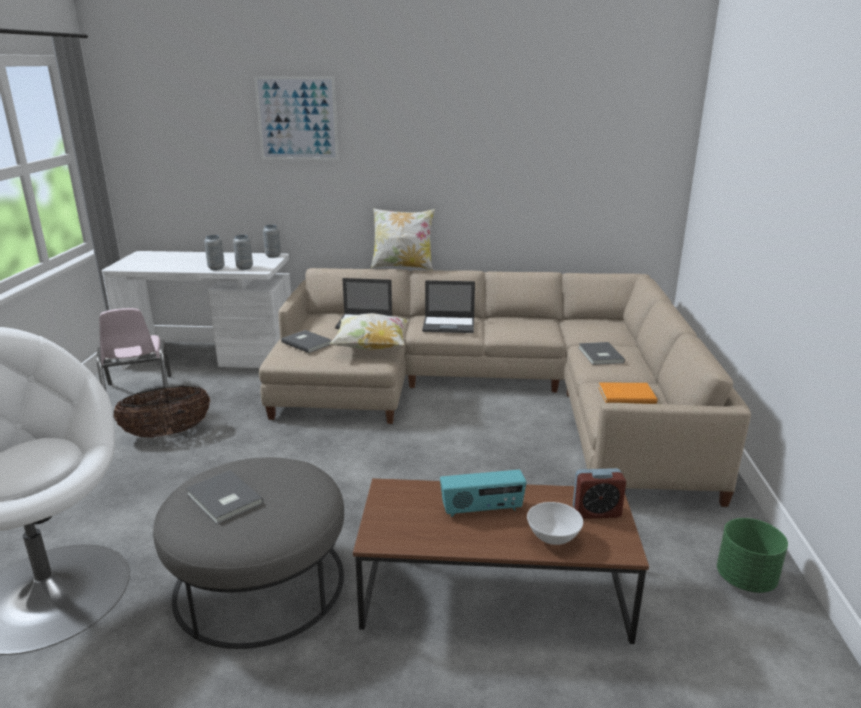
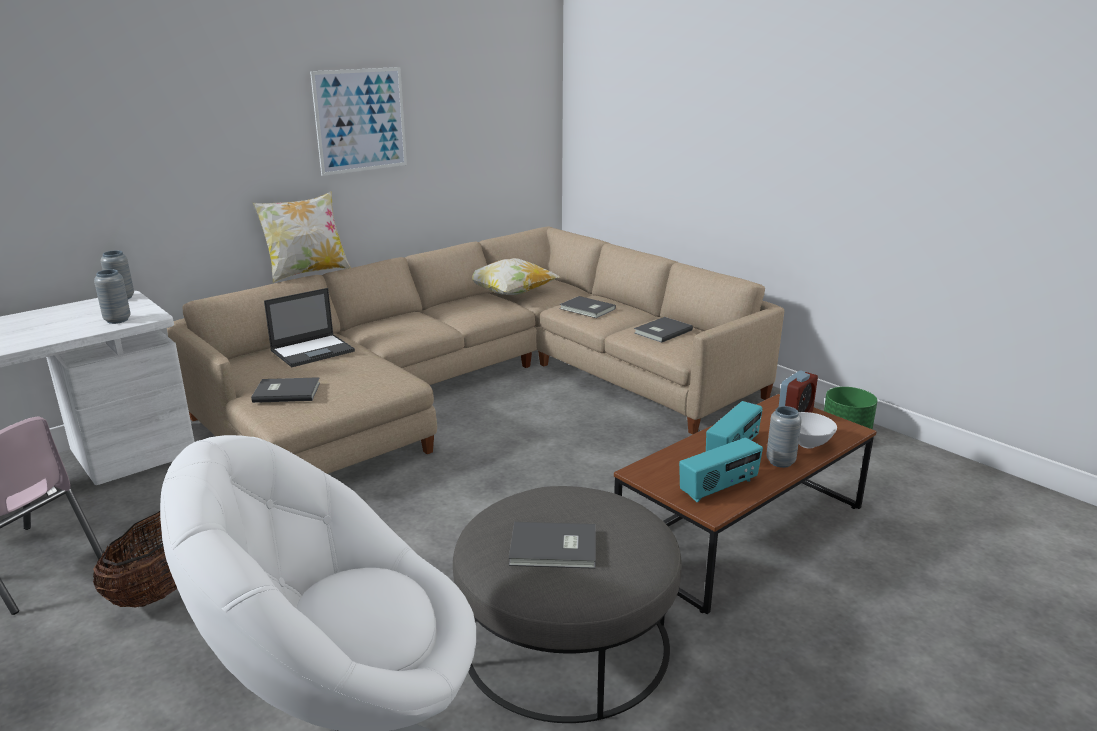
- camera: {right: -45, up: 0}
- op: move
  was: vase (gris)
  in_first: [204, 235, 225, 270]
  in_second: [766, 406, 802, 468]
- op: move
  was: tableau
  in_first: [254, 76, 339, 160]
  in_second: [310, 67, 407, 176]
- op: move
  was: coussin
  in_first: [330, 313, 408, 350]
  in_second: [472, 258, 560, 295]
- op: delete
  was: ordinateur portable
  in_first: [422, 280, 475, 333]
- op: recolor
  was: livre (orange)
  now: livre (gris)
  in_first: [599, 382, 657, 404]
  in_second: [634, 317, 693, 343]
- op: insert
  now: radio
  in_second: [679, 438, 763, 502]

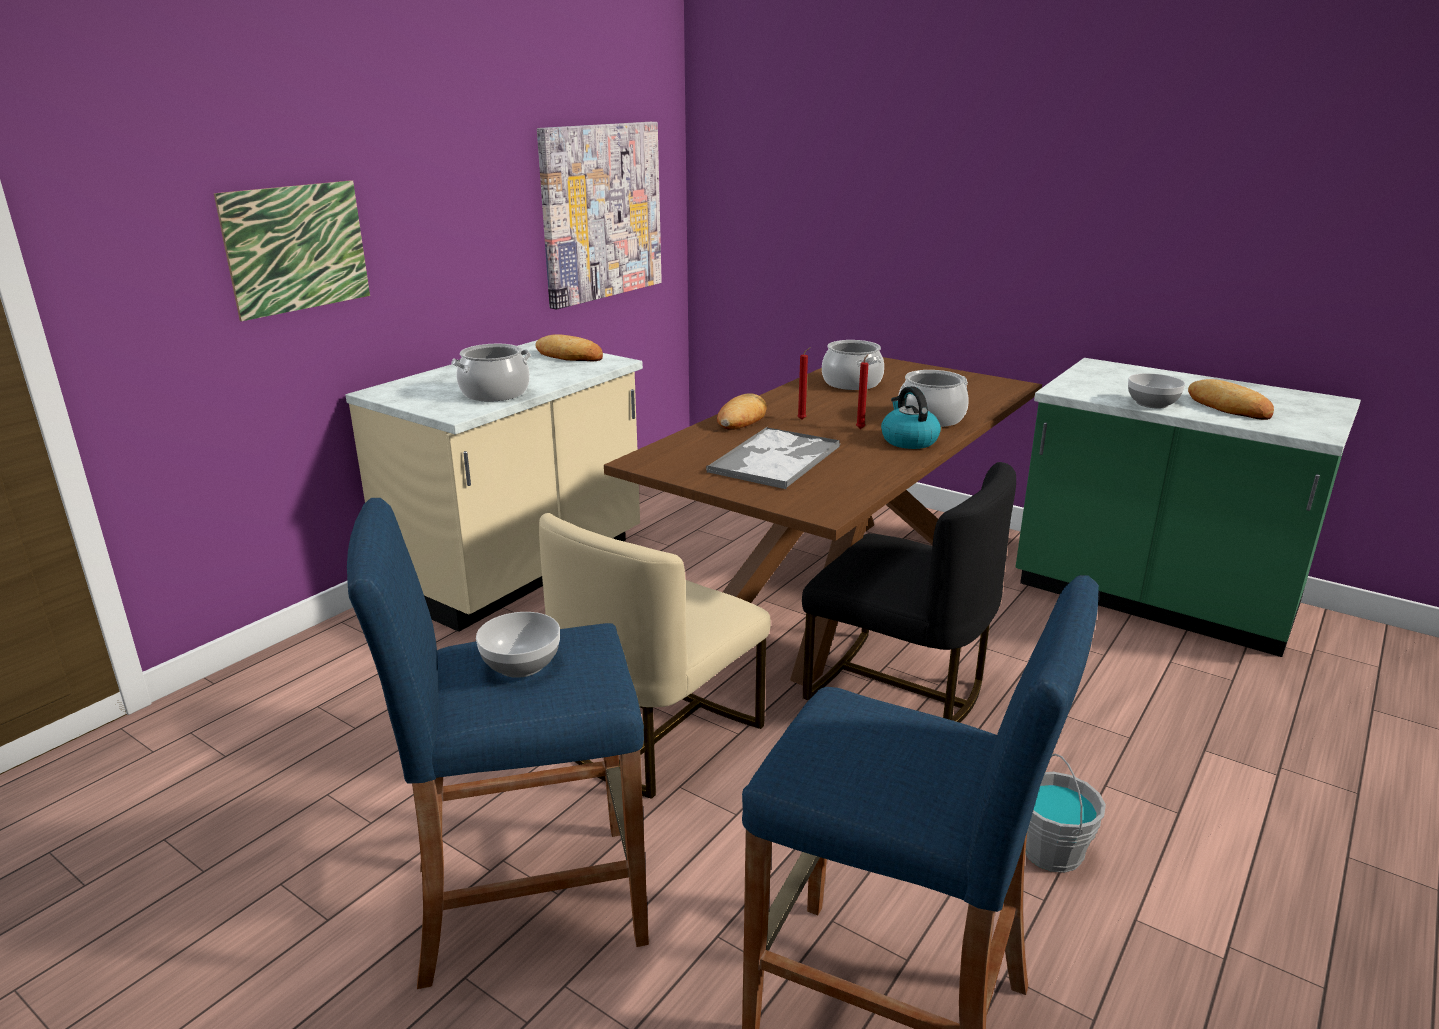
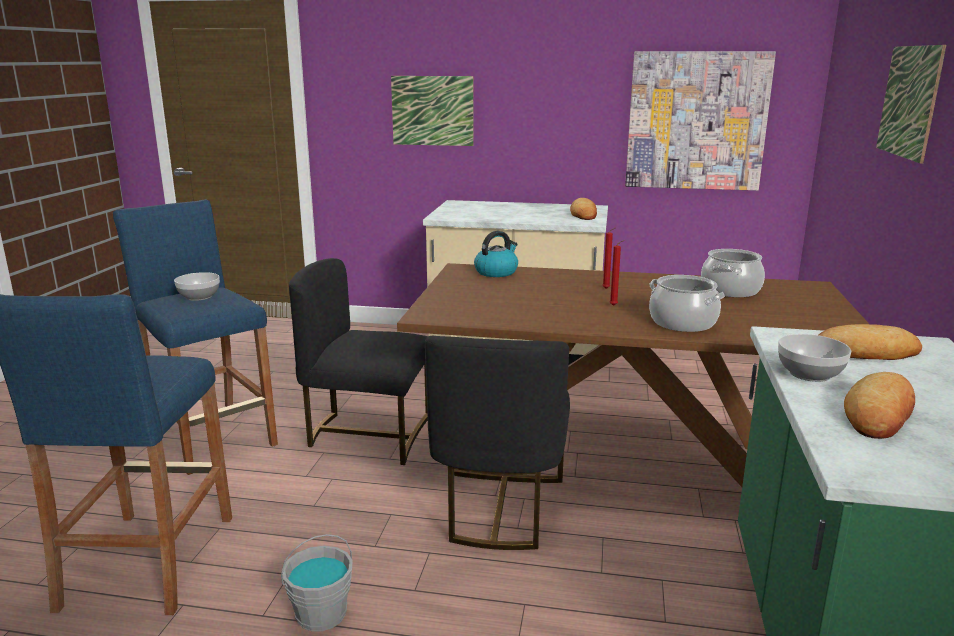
- camera: {right: 65, up: -5}
- op: delete
  was: marmite
  in_first: [451, 344, 531, 402]
- op: recolor
  was: chaise (beige)
  now: chaise (noir)
  in_first: [539, 513, 771, 799]
  in_second: [289, 258, 429, 465]
- op: delete
  was: plateau
  in_first: [706, 427, 840, 489]
- op: move
  was: pain
  in_first: [717, 393, 767, 430]
  in_second: [818, 324, 922, 360]
- op: move
  was: bouilloire
  in_first: [881, 386, 941, 449]
  in_second: [474, 231, 518, 277]
- op: insert
  now: tableau
  in_second: [876, 45, 946, 164]

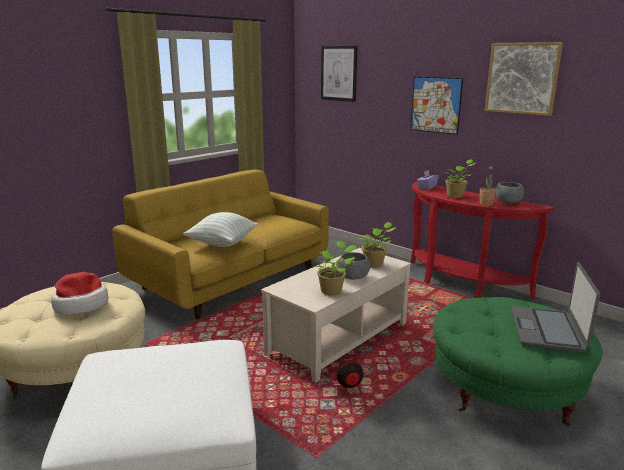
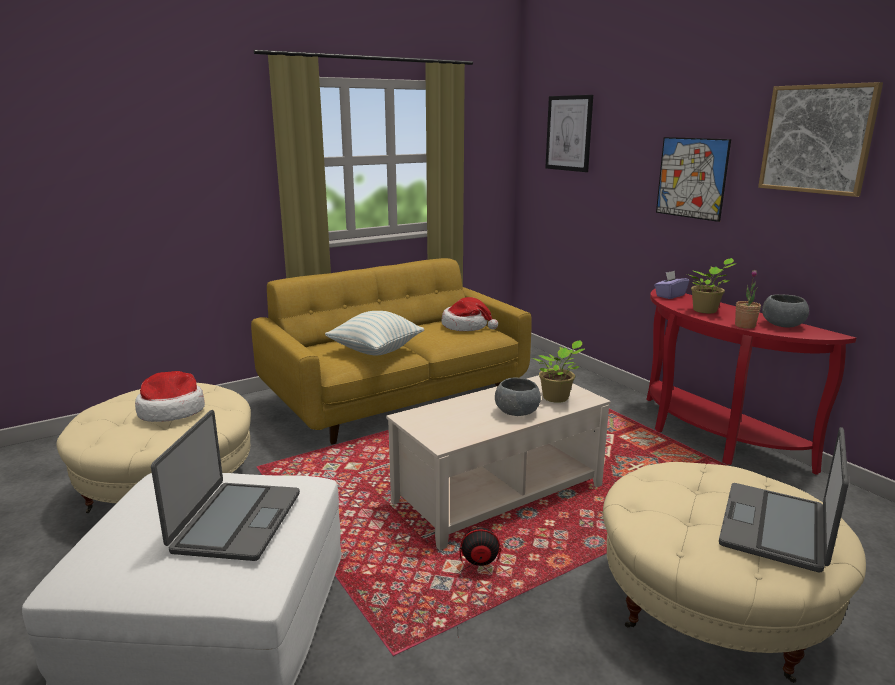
- camera: {right: 15, up: 0}
- op: delete
  was: plante en pot
  in_first: [315, 241, 357, 296]
- op: recolor
  was: pouf (vert)
  now: pouf (beige)
  in_first: [433, 297, 603, 426]
  in_second: [603, 462, 866, 683]
- op: insert
  now: ordinateur portable
  in_second: [151, 410, 300, 561]
- op: insert
  now: chapeau
  in_second: [441, 297, 498, 331]

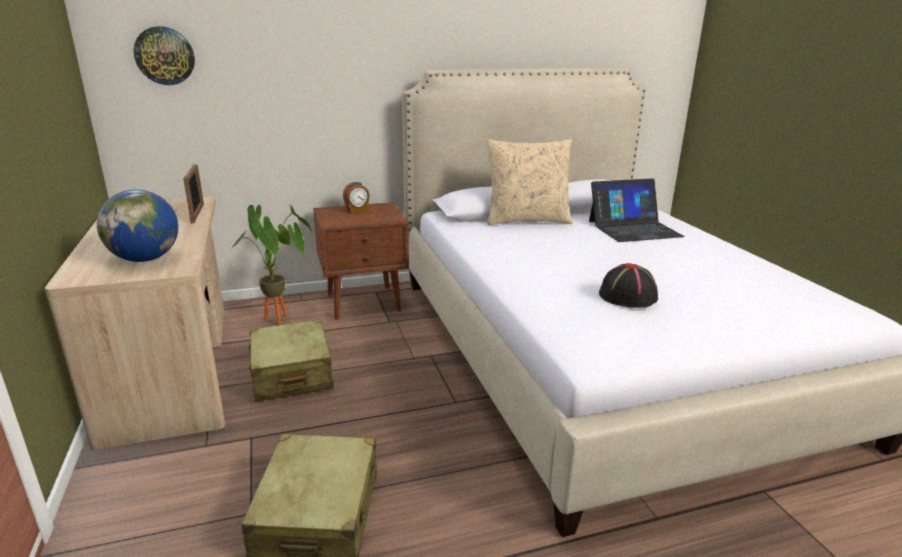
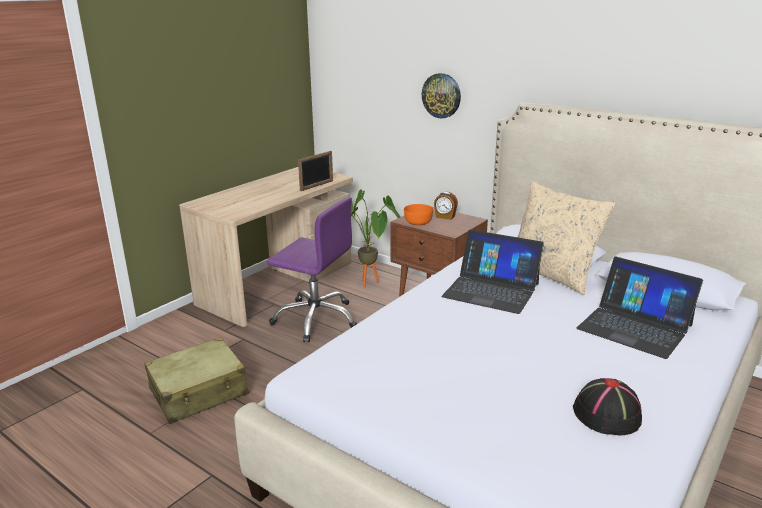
- camera: {right: 55, up: 0}
- op: delete
  was: globe
  in_first: [97, 189, 178, 262]
- op: move
  was: horloge murale
  in_first: [134, 26, 195, 85]
  in_second: [422, 73, 461, 119]
- op: replace
  was: valise (beige)
  now: chaise de bureau (violet)
  in_first: [248, 319, 334, 402]
  in_second: [267, 197, 357, 342]
- op: move
  was: chapeau (noir)
  in_first: [599, 263, 658, 308]
  in_second: [573, 378, 642, 435]
- op: insert
  now: bol (orange)
  in_second: [404, 204, 433, 225]
- op: insert
  now: ordinateur portable
  in_second: [442, 230, 544, 314]

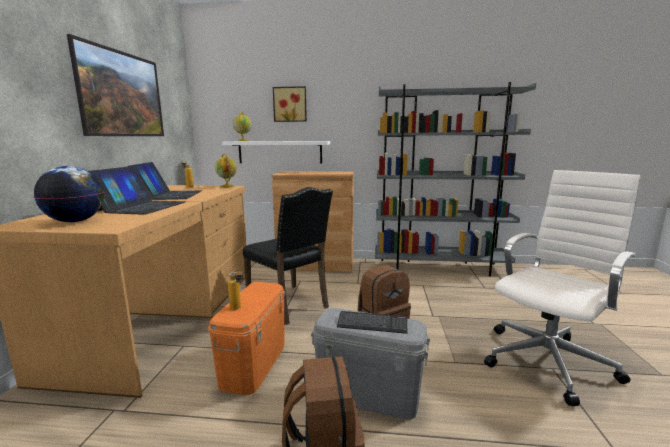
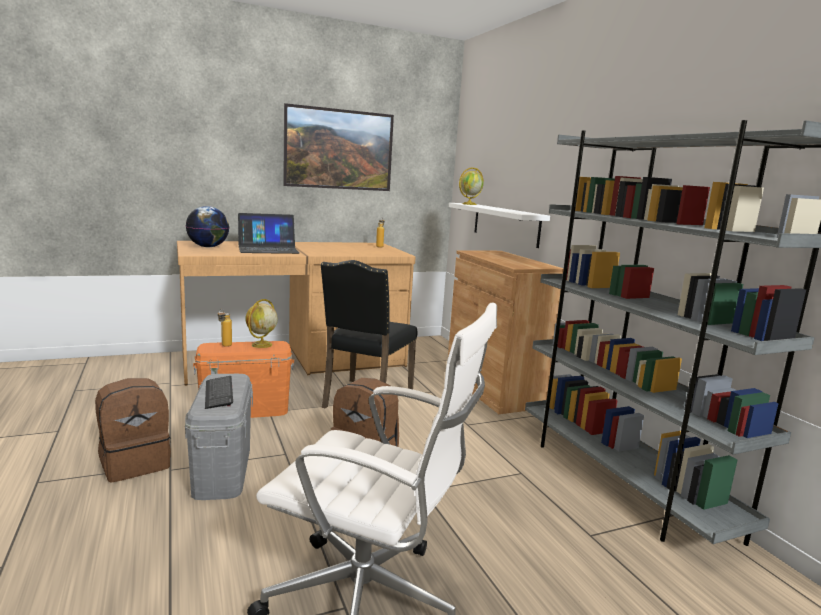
- camera: {right: 60, up: 0}
- op: delete
  was: ordinateur portable
  in_first: [127, 162, 203, 200]
- op: move
  was: globe
  in_first: [215, 154, 237, 188]
  in_second: [246, 299, 278, 348]
- op: delete
  was: tableau
  in_first: [273, 86, 307, 122]

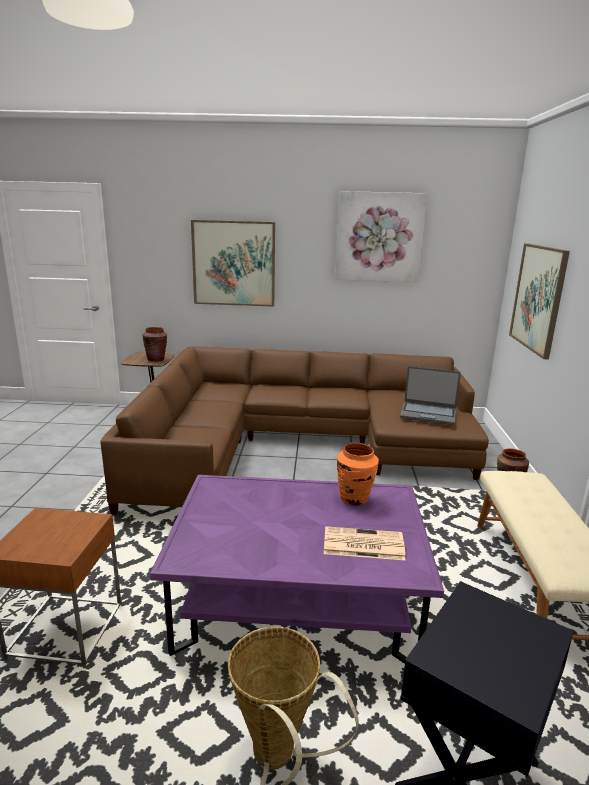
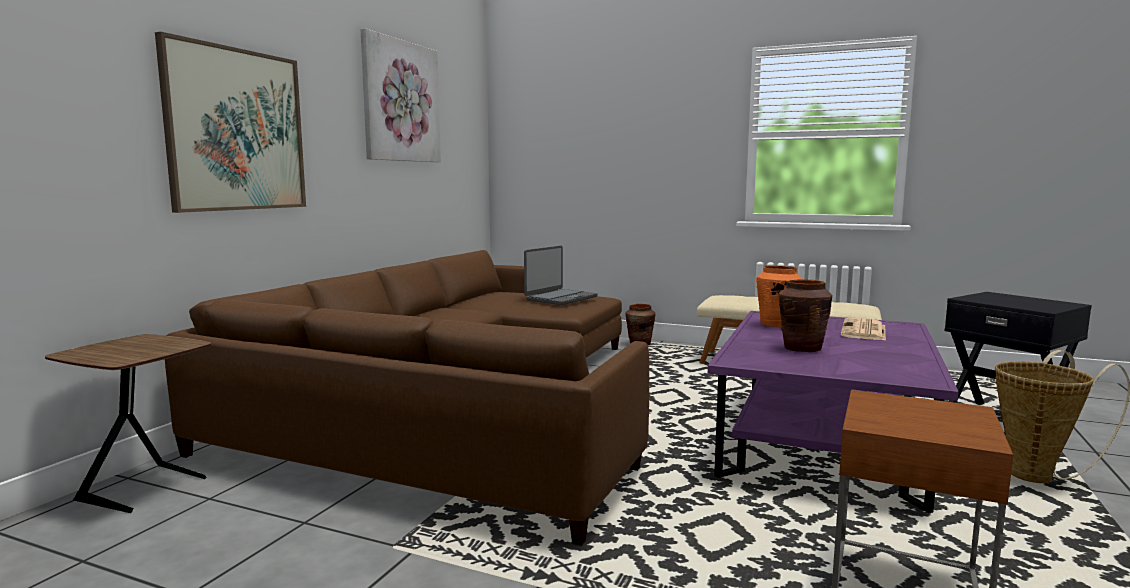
- camera: {right: -70, up: -10}
- op: move
  was: vase (marron)
  in_first: [143, 327, 167, 362]
  in_second: [778, 279, 832, 352]
- op: delete
  was: tableau
  in_first: [509, 243, 570, 360]

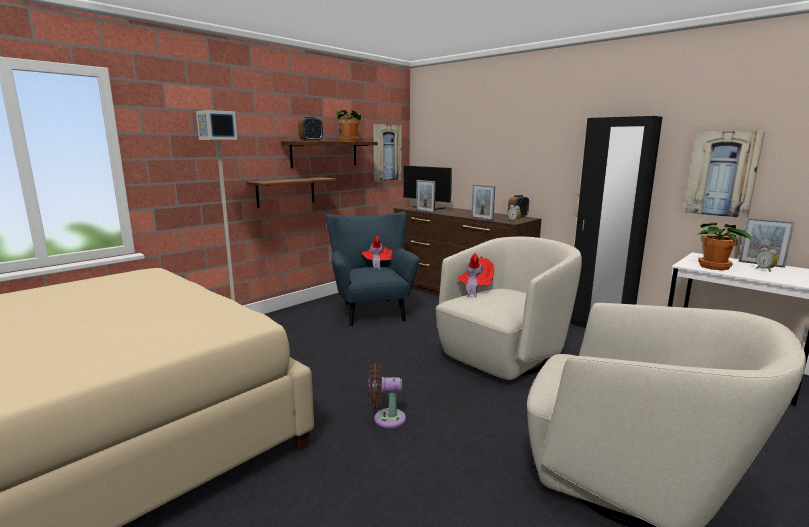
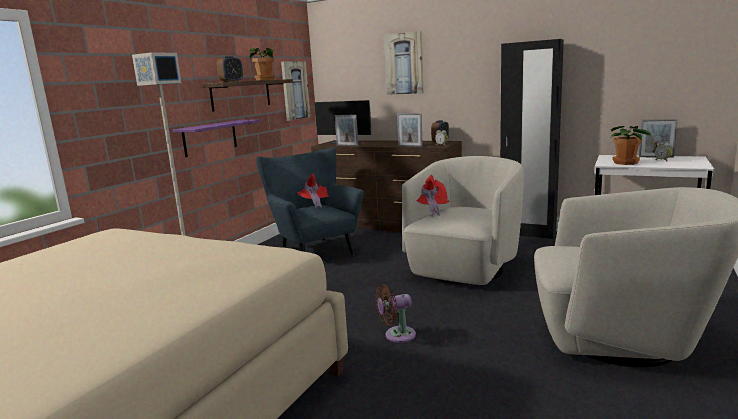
- camera: {right: -15, up: 0}
- op: recolor
  was: étagère (marron)
  now: étagère (violet)
  in_first: [246, 177, 337, 208]
  in_second: [173, 119, 261, 157]
- op: move
  was: tableau
  in_first: [684, 131, 765, 218]
  in_second: [384, 31, 423, 95]

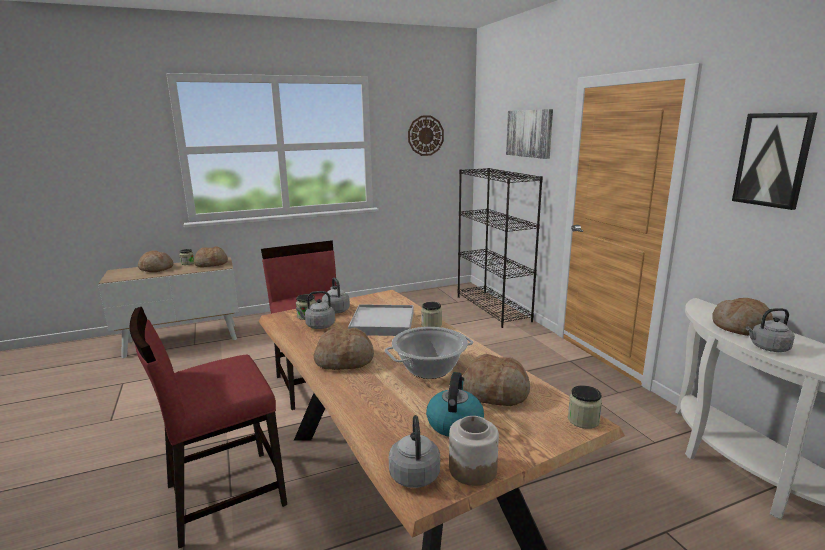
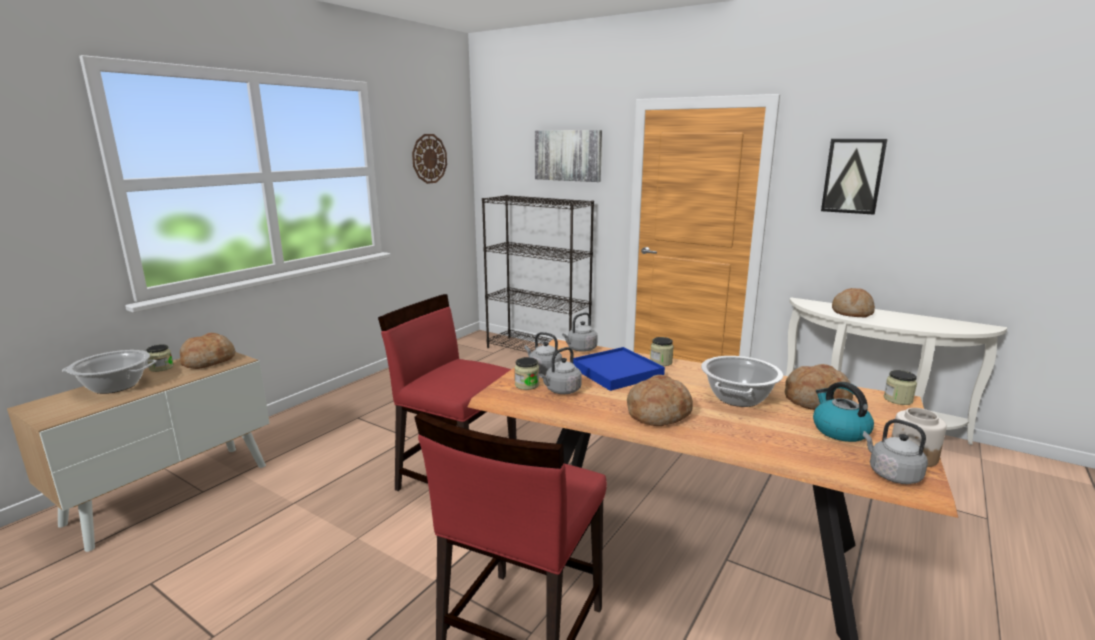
- camera: {right: -35, up: 0}
- op: replace
  was: pain
  now: marmite
  in_first: [138, 250, 173, 272]
  in_second: [62, 350, 157, 394]
- op: recolor
  was: plateau (blanc)
  now: plateau (bleu)
  in_first: [348, 304, 414, 336]
  in_second: [573, 347, 665, 391]
- op: move
  was: bouilloire (gris)
  in_first: [746, 308, 795, 352]
  in_second: [562, 312, 598, 352]

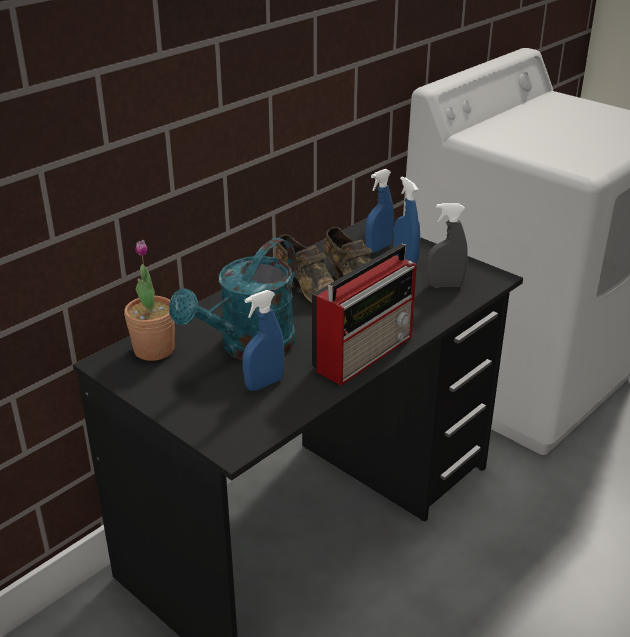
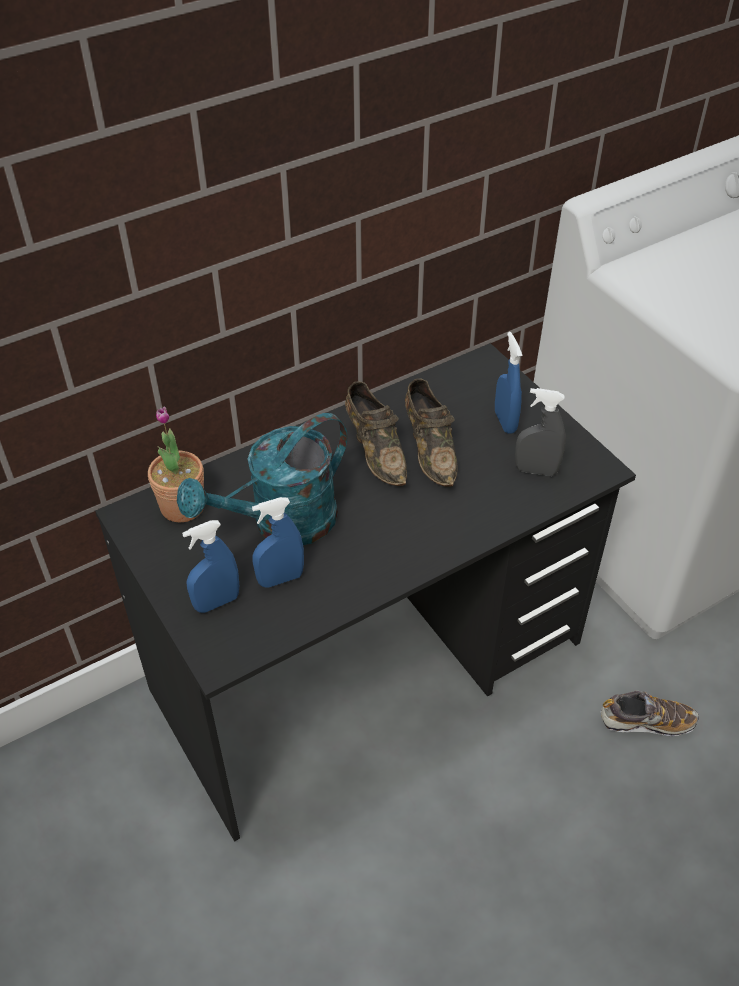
- camera: {right: 15, up: 15}
- op: delete
  was: radio
  in_first: [312, 244, 417, 385]
- op: move
  was: vaporisateur (bleu)
  in_first: [365, 169, 394, 253]
  in_second: [182, 520, 239, 613]
- op: insert
  now: chaussure
  in_second: [601, 691, 699, 736]

